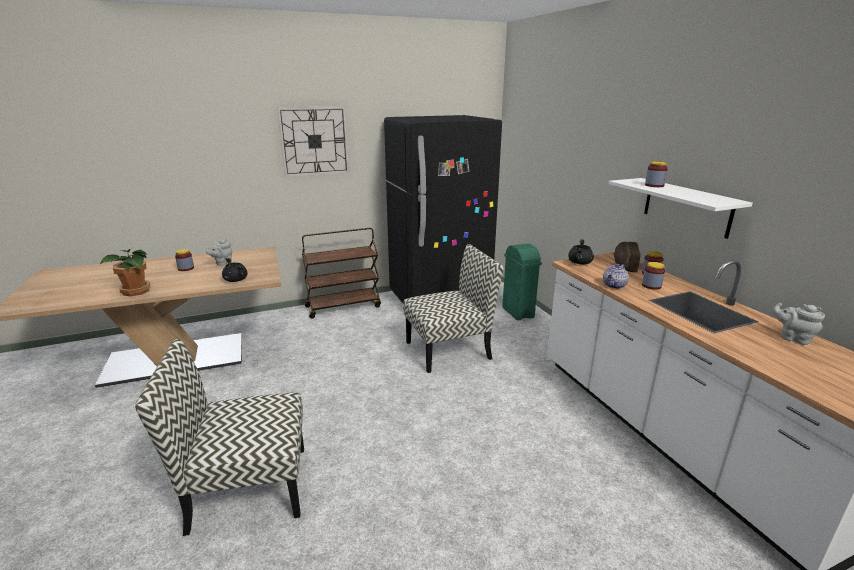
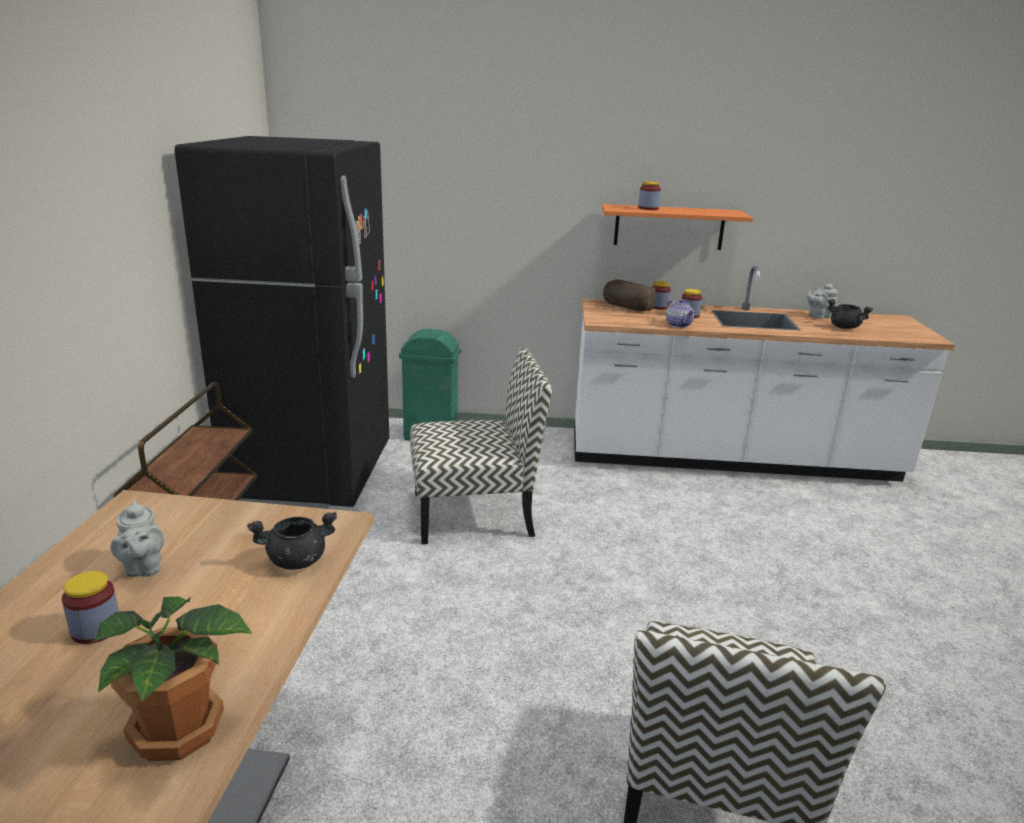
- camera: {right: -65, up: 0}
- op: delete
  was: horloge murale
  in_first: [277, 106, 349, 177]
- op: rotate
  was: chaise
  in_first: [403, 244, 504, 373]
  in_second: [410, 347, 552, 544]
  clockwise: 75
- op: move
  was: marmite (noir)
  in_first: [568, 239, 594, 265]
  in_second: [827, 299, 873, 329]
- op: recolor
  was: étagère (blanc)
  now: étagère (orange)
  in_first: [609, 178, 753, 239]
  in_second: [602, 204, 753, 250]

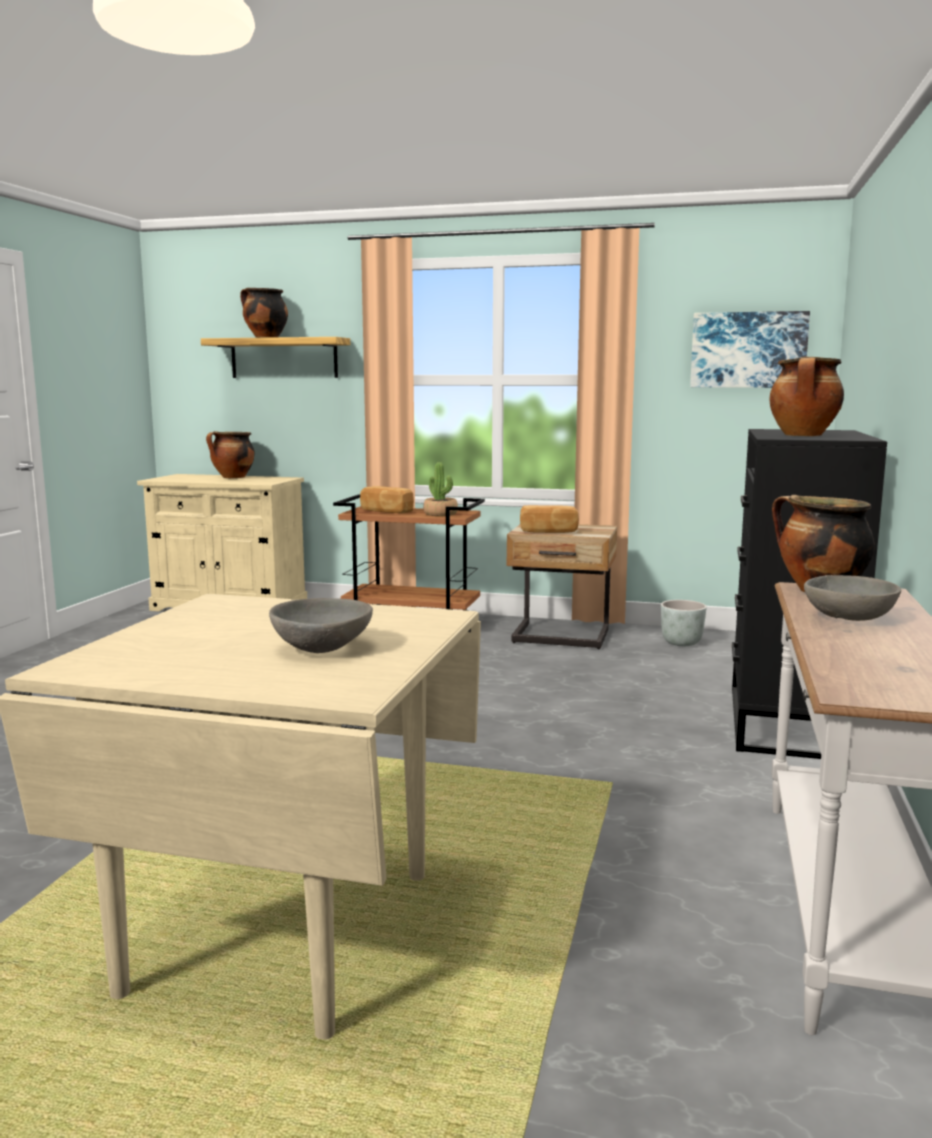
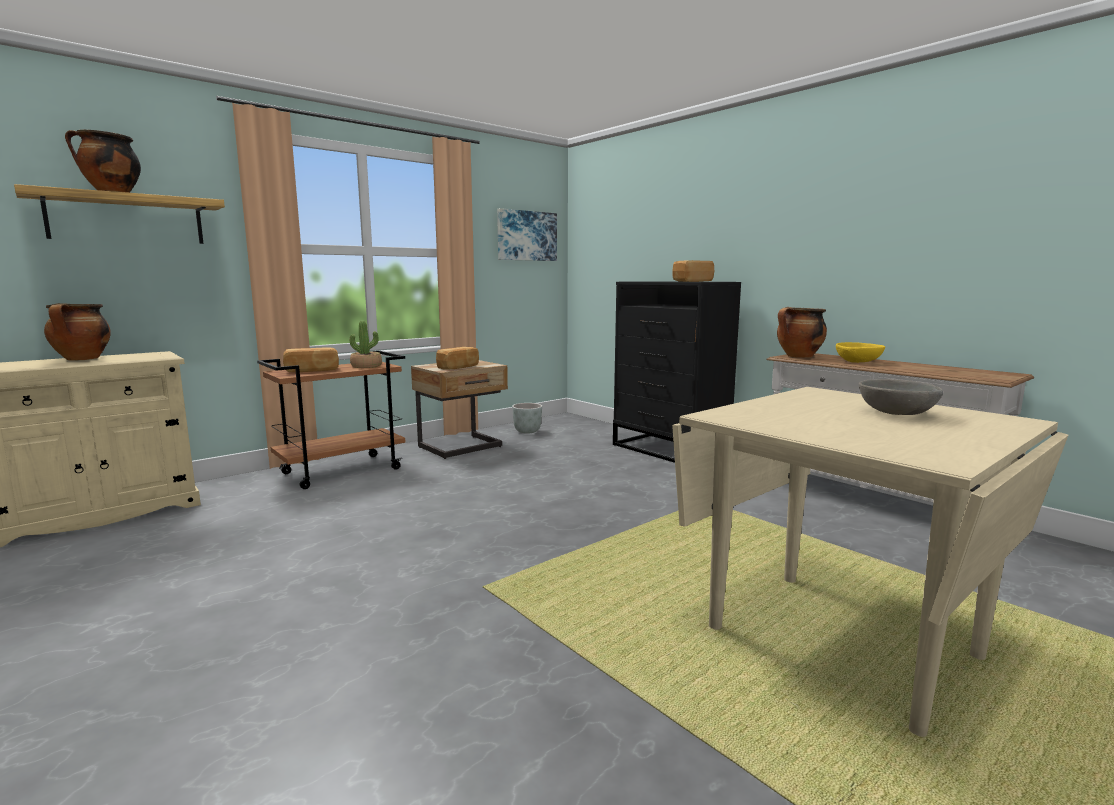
- camera: {right: -55, up: 0}
- op: replace
  was: marmite
  now: pain
  in_first: [769, 357, 844, 436]
  in_second: [672, 260, 714, 282]
- op: recolor
  was: bol (gris)
  now: bol (jaune)
  in_first: [804, 575, 901, 621]
  in_second: [836, 342, 885, 363]

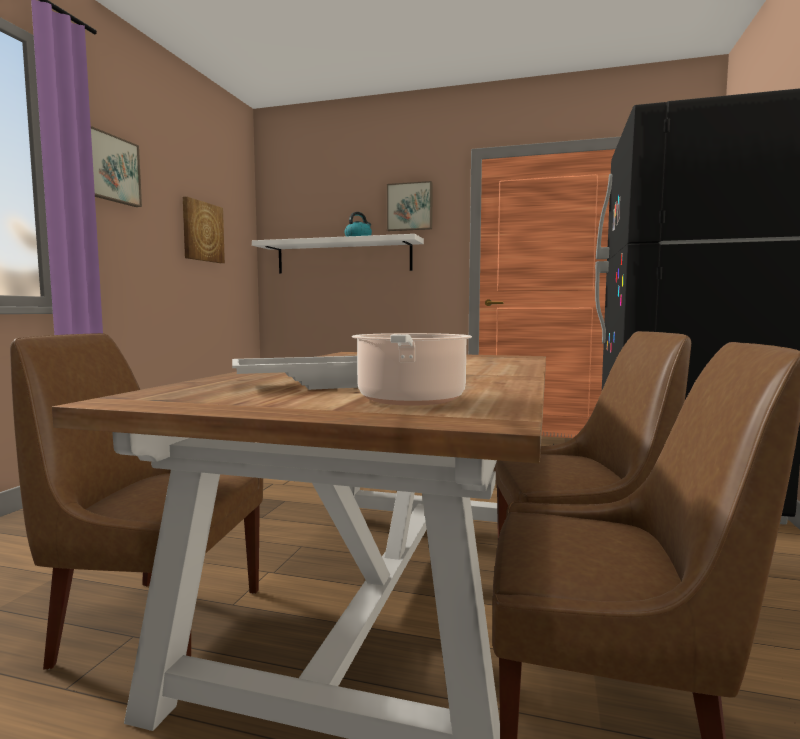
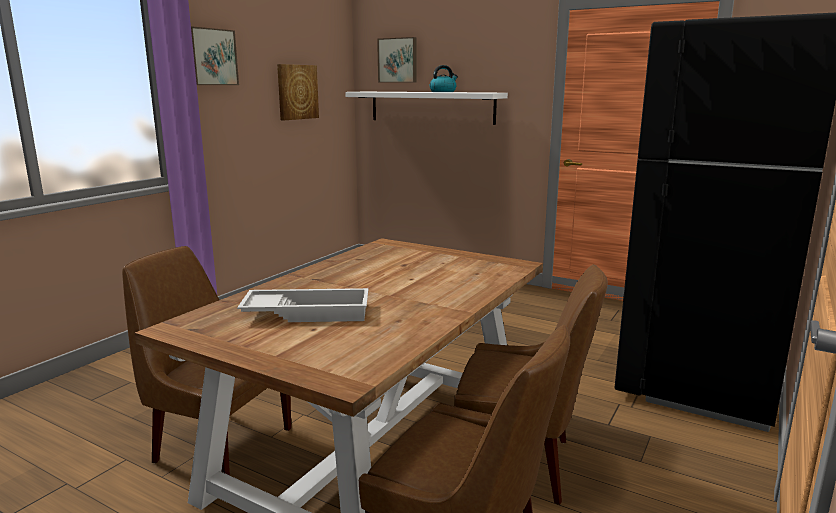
- camera: {right: 15, up: 10}
- op: delete
  was: marmite
  in_first: [352, 333, 472, 405]
- op: move
  was: tableau
  in_first: [387, 181, 433, 231]
  in_second: [377, 37, 417, 83]

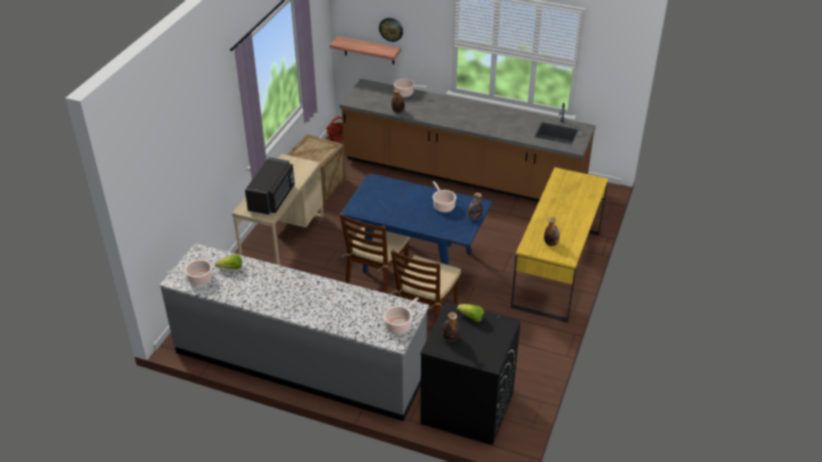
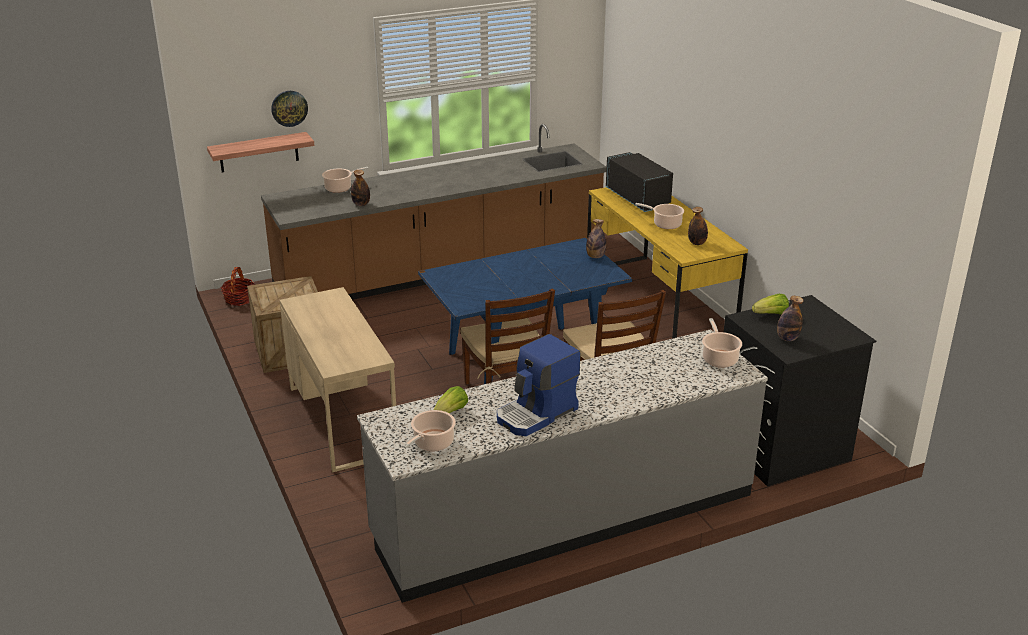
- camera: {right: -45, up: -10}
- op: move
  was: micro-ondes (noir)
  in_first: [245, 157, 295, 215]
  in_second: [606, 152, 673, 212]
- op: move
  was: marmite
  in_first: [433, 181, 456, 212]
  in_second: [635, 203, 684, 229]
- op: insert
  now: machine à café
  in_second: [497, 334, 580, 436]

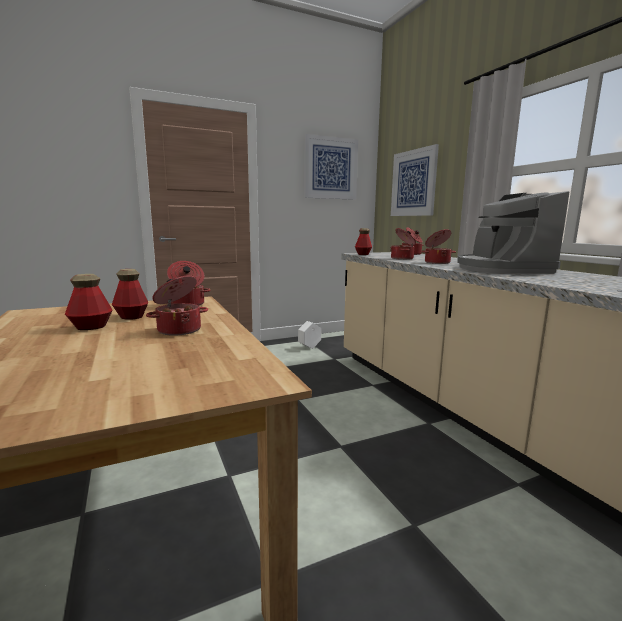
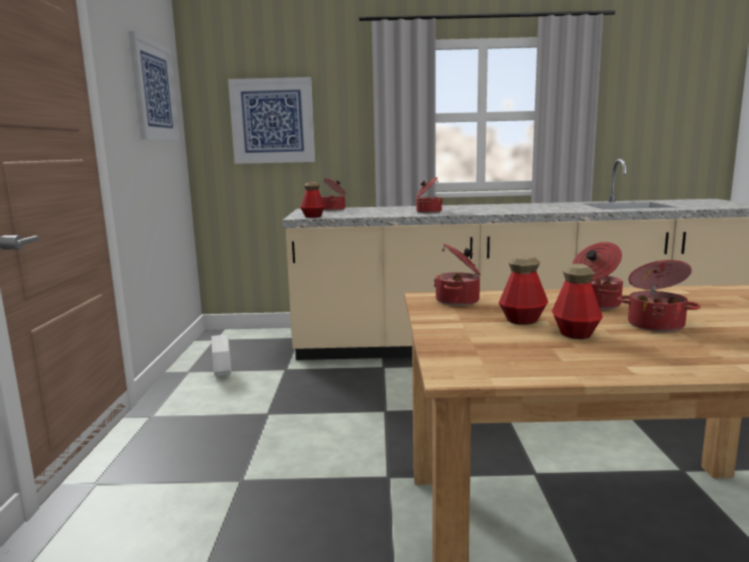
- camera: {right: -65, up: 0}
- op: move
  was: marmite
  in_first: [390, 228, 416, 260]
  in_second: [618, 260, 701, 332]
- op: delete
  was: machine à café
  in_first: [457, 191, 569, 274]

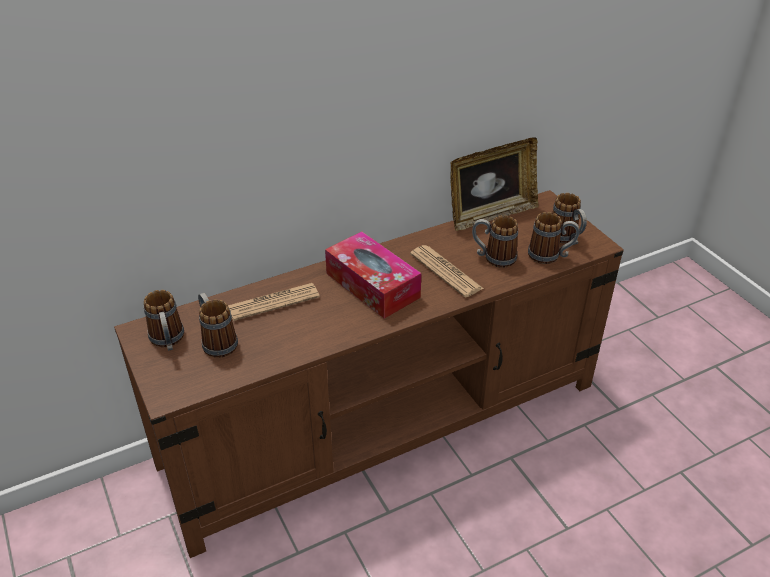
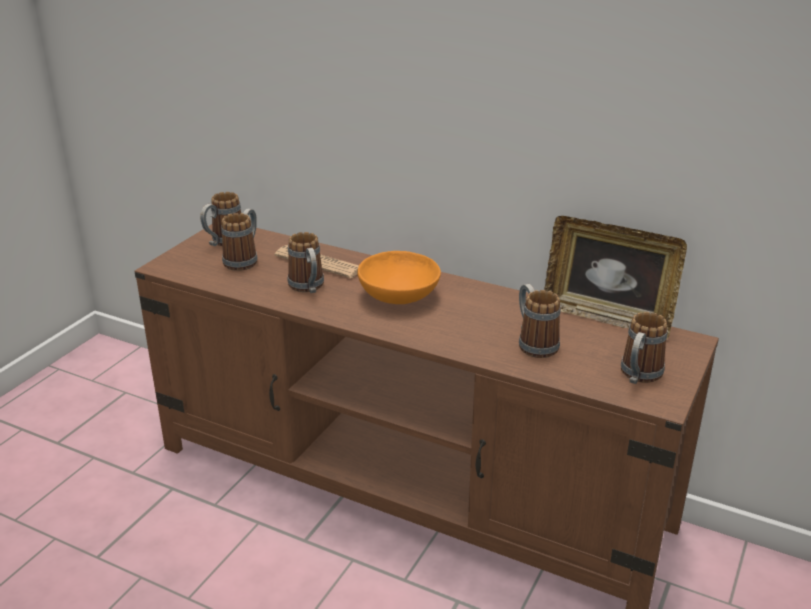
- camera: {right: 55, up: -10}
- op: replace
  was: boîte à mouchoirs
  now: bol (orange)
  in_first: [325, 231, 421, 319]
  in_second: [357, 251, 441, 304]
- op: delete
  was: journal
  in_first: [410, 245, 484, 298]
- op: move
  was: mug
  in_first: [528, 212, 580, 264]
  in_second: [288, 232, 324, 293]

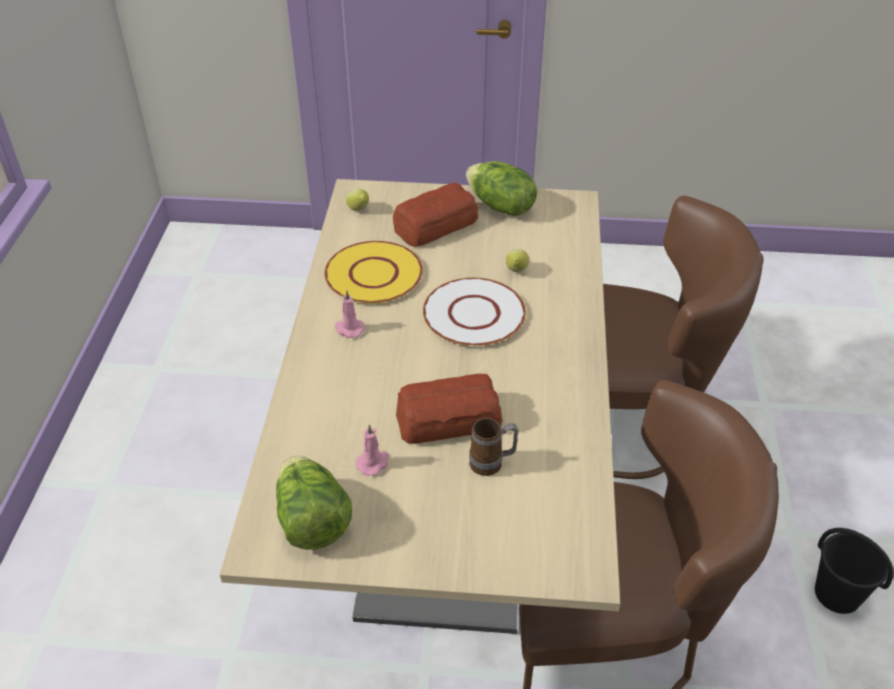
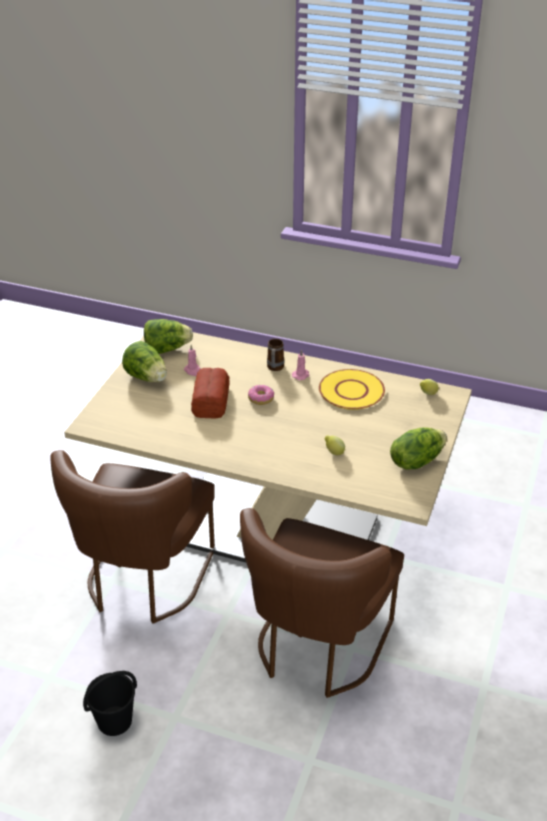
- camera: {right: 105, up: -5}
- op: delete
  was: pain
  in_first: [393, 183, 478, 247]
- op: delete
  was: assiette (blanc)
  in_first: [423, 278, 526, 346]
- op: move
  was: mug
  in_first: [469, 418, 519, 476]
  in_second: [267, 339, 284, 371]
- op: insert
  now: laitue
  in_second: [122, 341, 167, 382]
- op: insert
  now: beignet
  in_second: [248, 385, 274, 405]

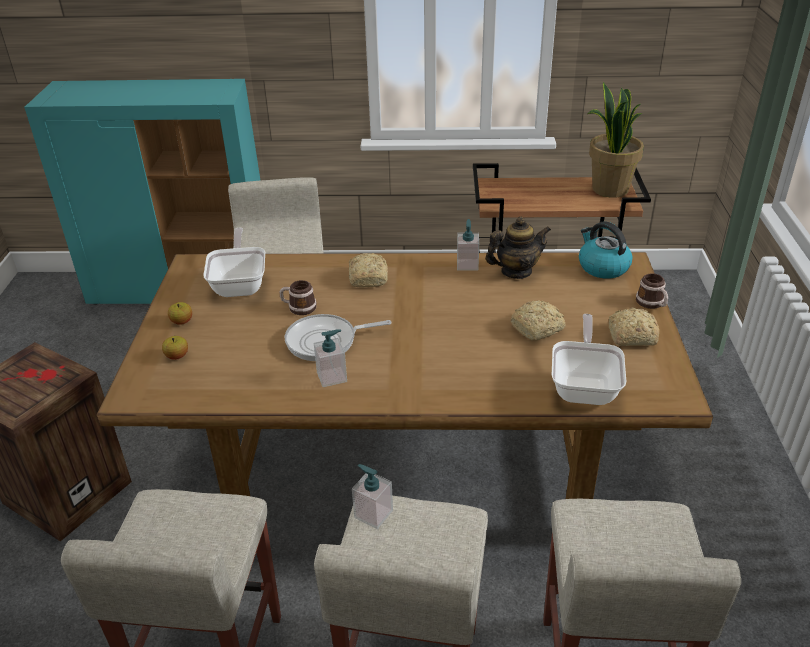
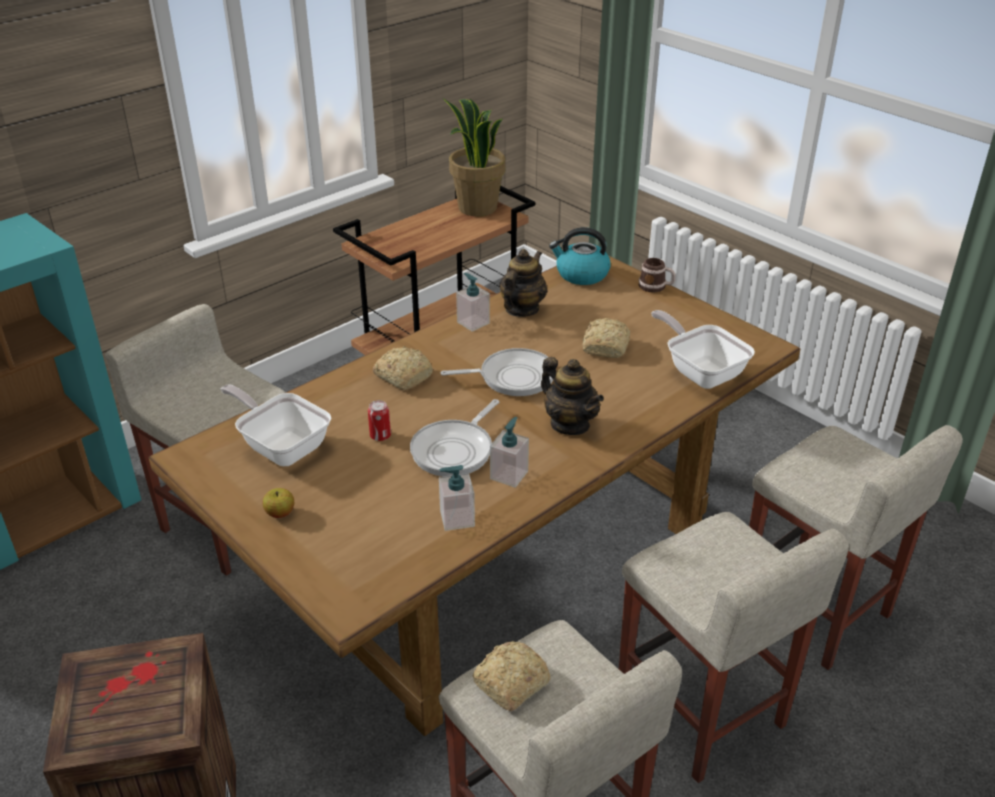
- camera: {right: -45, up: 0}
- op: delete
  was: pomme
  in_first: [162, 336, 188, 360]
- op: replace
  was: mug
  now: boîte métallique
  in_first: [280, 280, 317, 315]
  in_second: [368, 400, 391, 441]
- op: move
  was: distributeur de savon
  in_first: [352, 464, 393, 529]
  in_second: [439, 465, 475, 531]
- op: move
  was: pain
  in_first: [609, 308, 659, 346]
  in_second: [473, 641, 550, 711]
- op: insert
  now: poêle
  in_second: [441, 348, 553, 396]
- op: insert
  now: théière
  in_second: [541, 357, 604, 435]

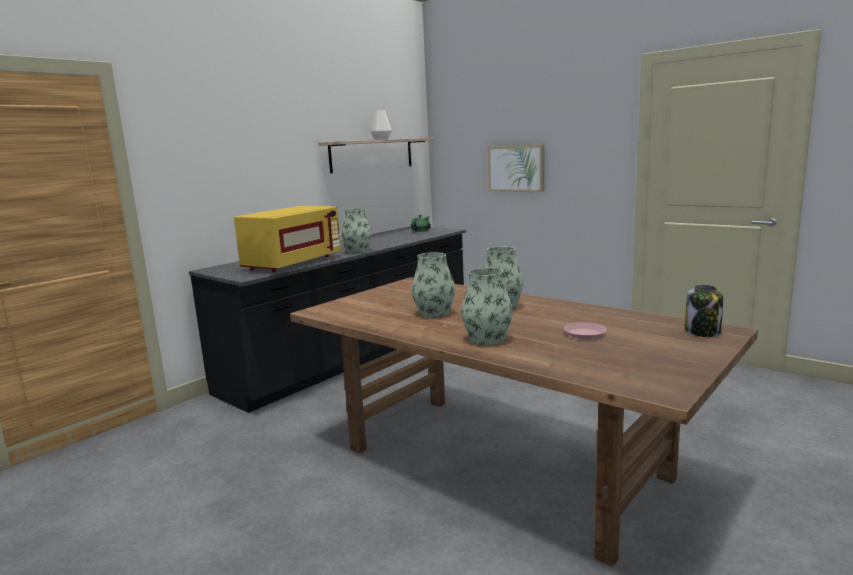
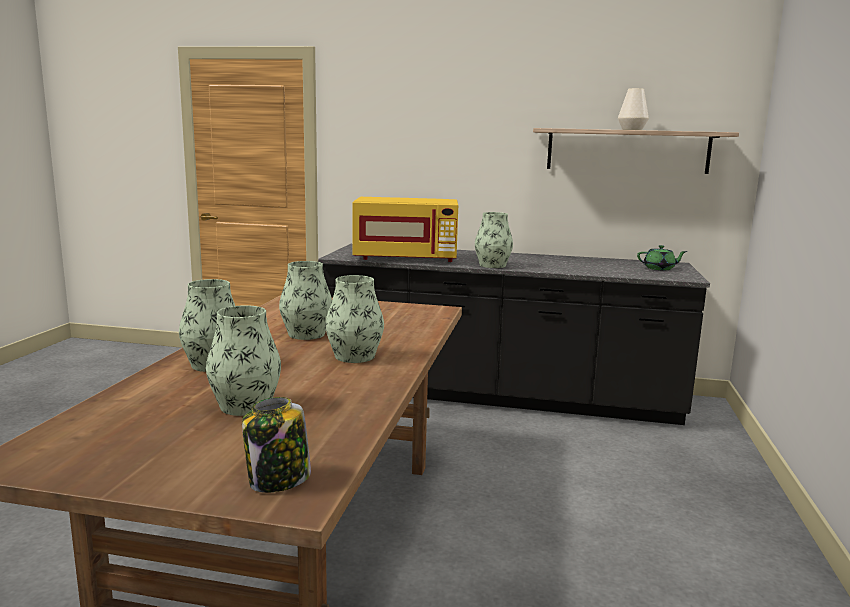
- camera: {right: 60, up: 0}
- op: delete
  was: tableau
  in_first: [488, 144, 545, 192]
- op: replace
  was: assiette (rose)
  now: vase
  in_first: [564, 322, 607, 339]
  in_second: [206, 305, 281, 416]

